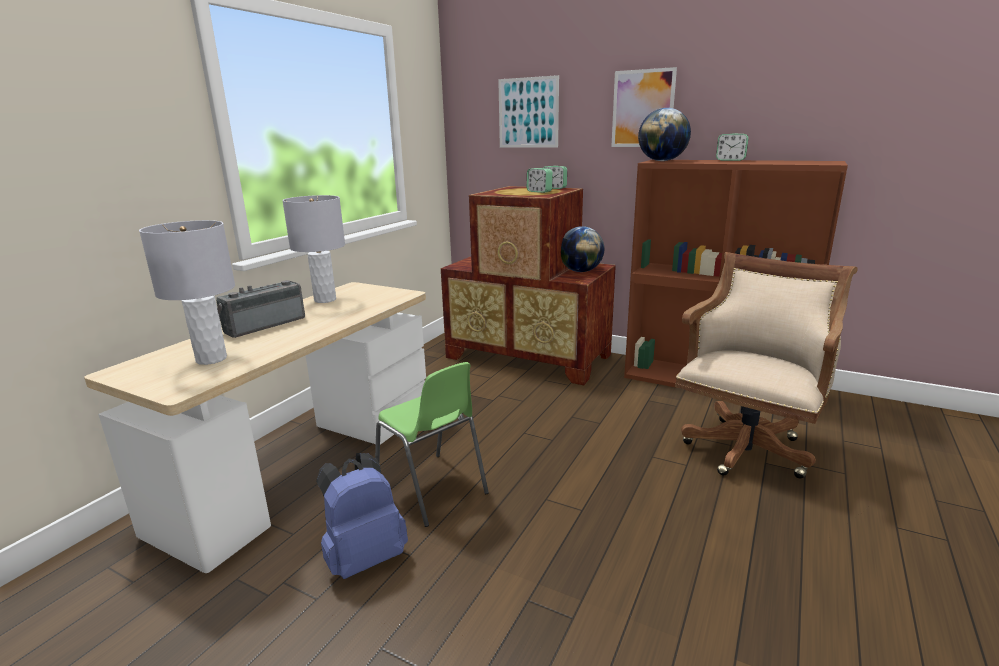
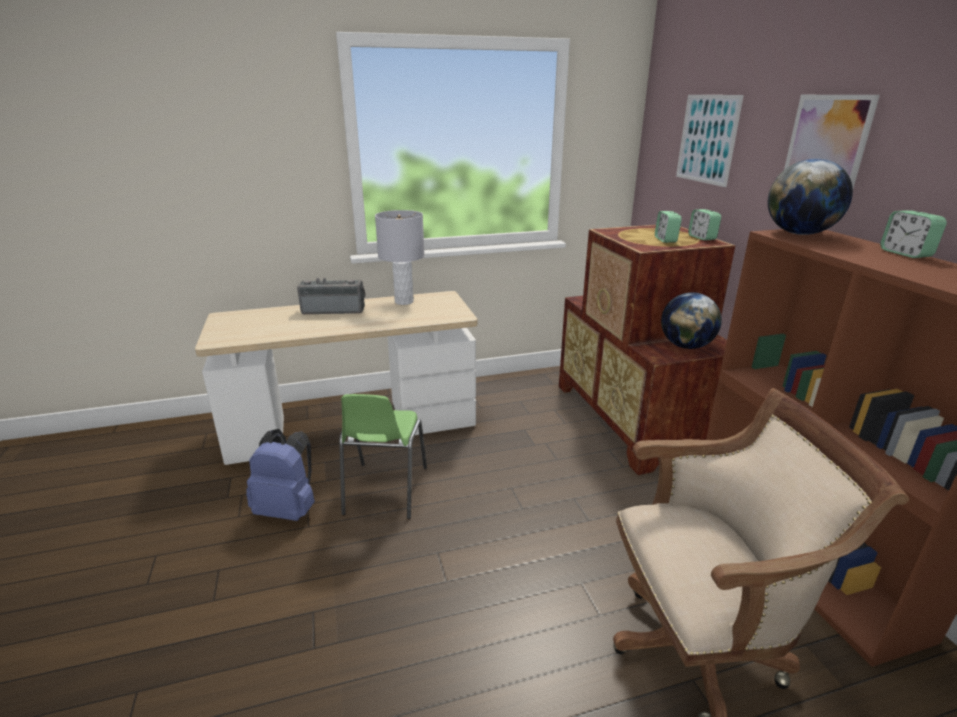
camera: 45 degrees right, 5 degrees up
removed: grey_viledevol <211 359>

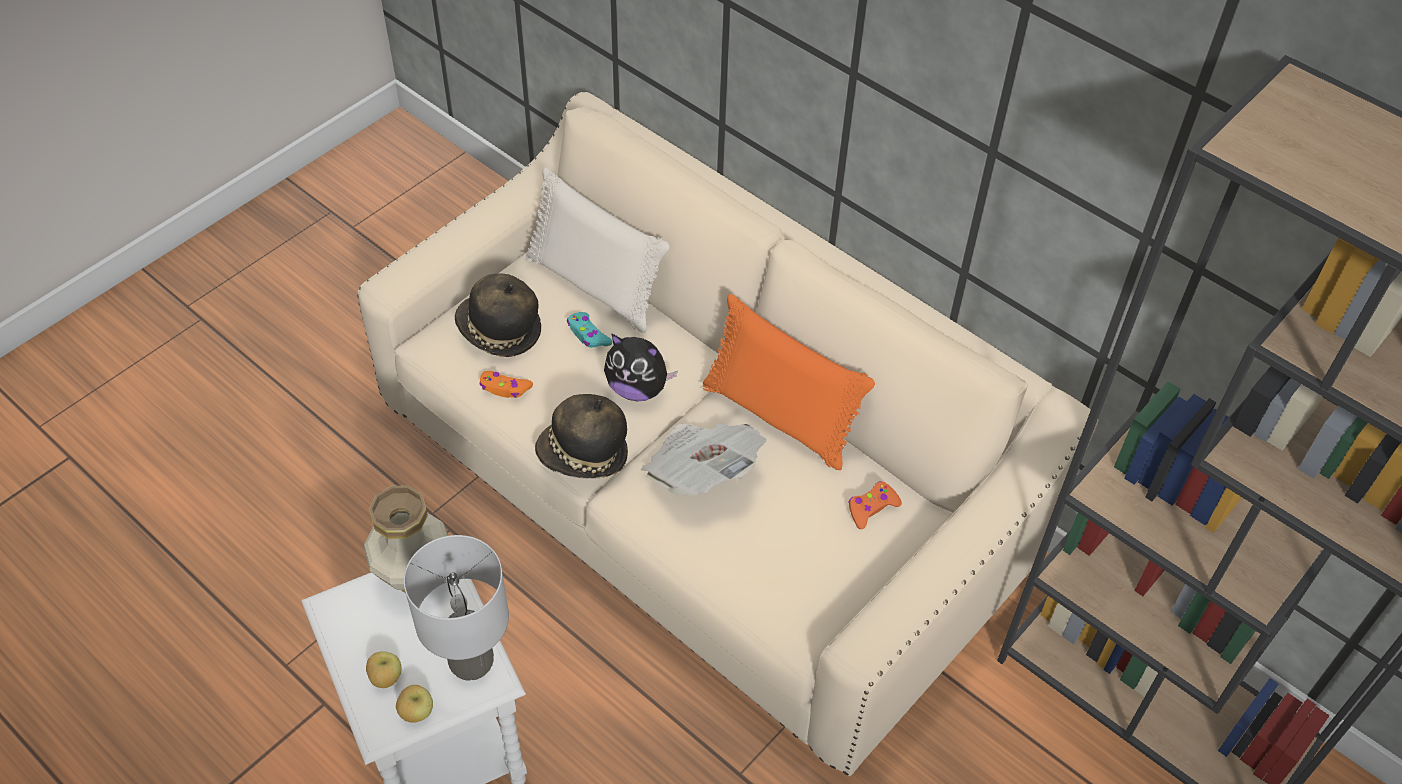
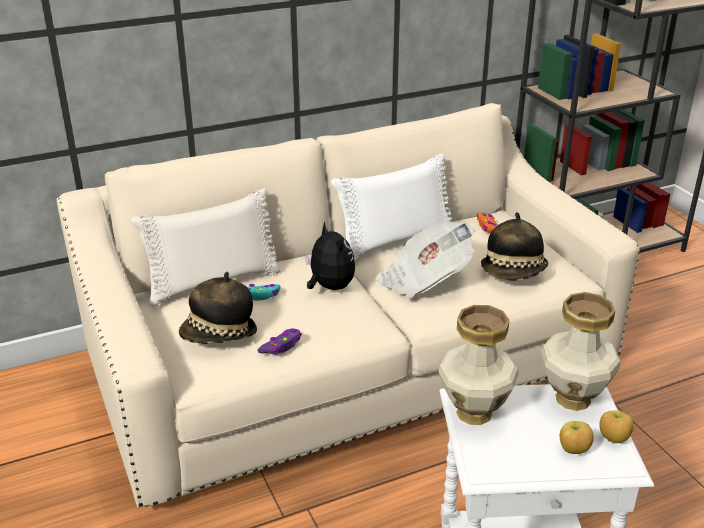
camera: 65 degrees left, 20 degrees down
moved: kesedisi <583 455> to <514 273>
replaced: white_viledevol <474 663> to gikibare <572 398>
recoloured: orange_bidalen <505 388> to purple_bidalen <281 346>; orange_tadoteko <780 416> to white_tadoteko <394 241>
turned: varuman <638 388> = <329 287> 75 degrees counterclockwise

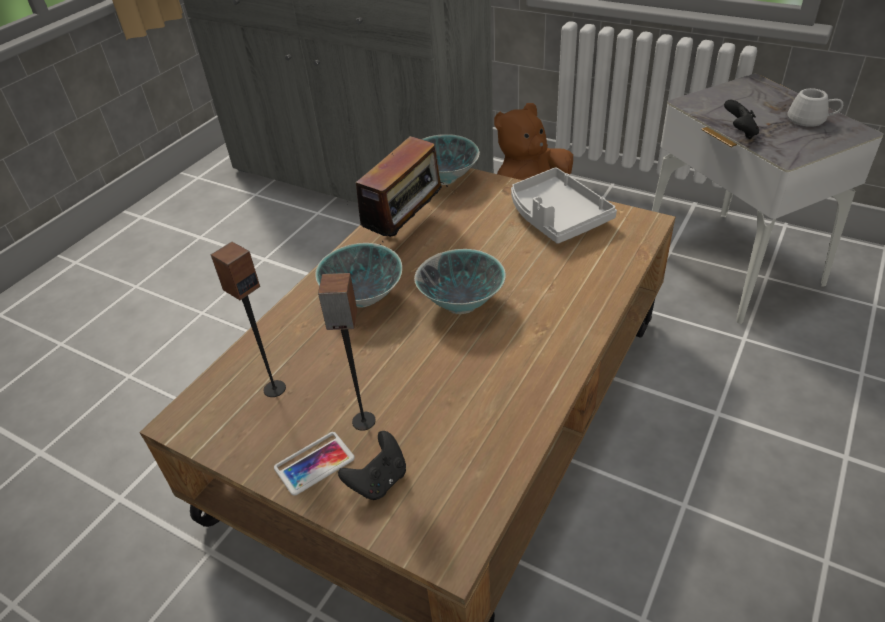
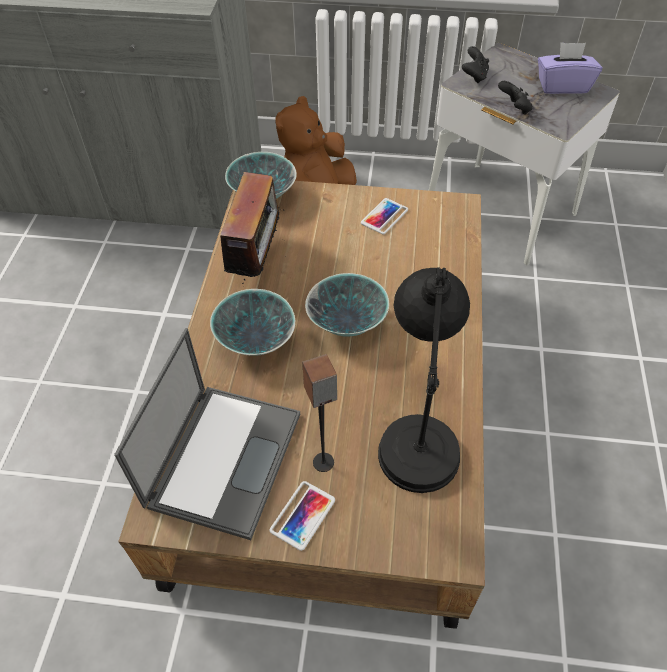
camera: 25 degrees left, 10 degrees up
added: black_viledevol <418 422>
moved: black_bidalen <379 480> to <474 76>
replaced: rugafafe <274 388> to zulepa <224 457>; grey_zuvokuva <556 217> to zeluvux <384 216>; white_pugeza <811 120> to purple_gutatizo <562 86>

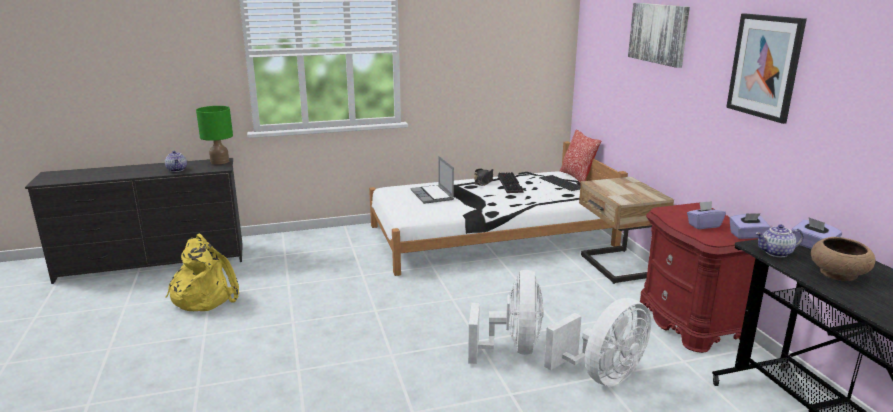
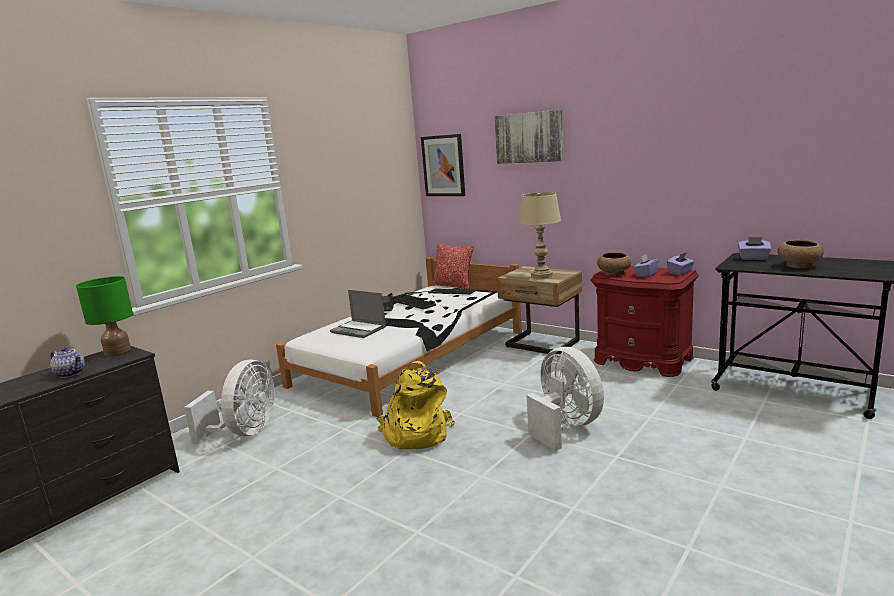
camera: 35 degrees left, 5 degrees down
removed: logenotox <776 253>
added: beige_viledevol <541 276>; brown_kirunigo <614 274>
moved: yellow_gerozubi <205 297> to <415 434>; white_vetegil <602 376> to <245 432>; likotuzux <765 66> to <443 166>

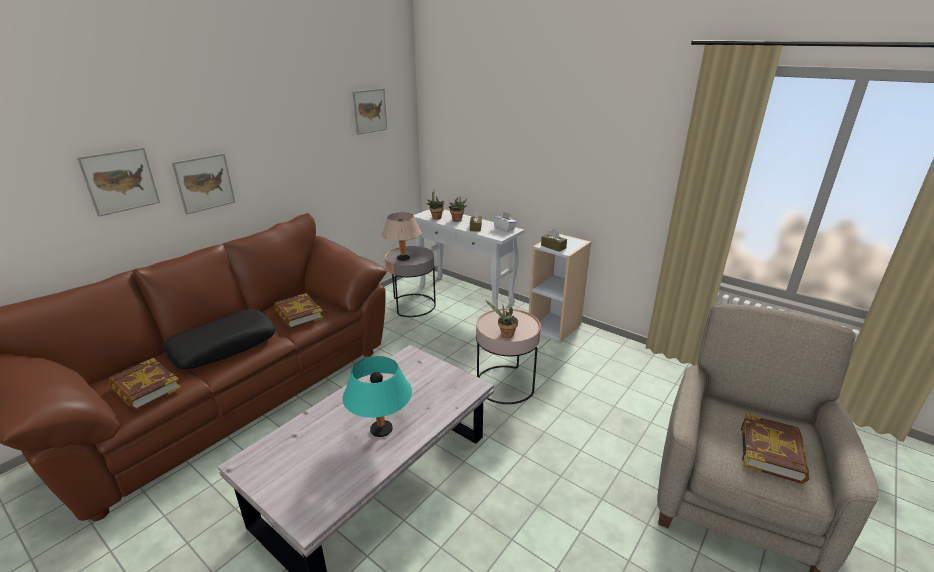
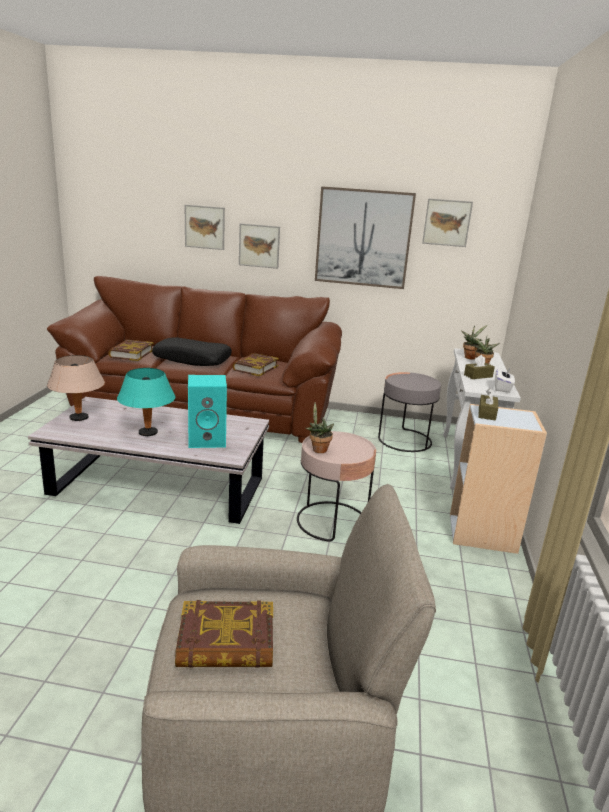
camera: 60 degrees right, 5 degrees down
added: turquoise_rugafafe <208 440>; likotuzux <363 238>
moved: beige_viledevol <403 258> to <79 418>

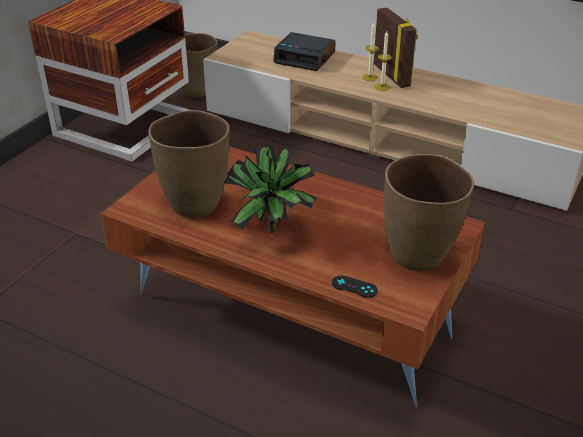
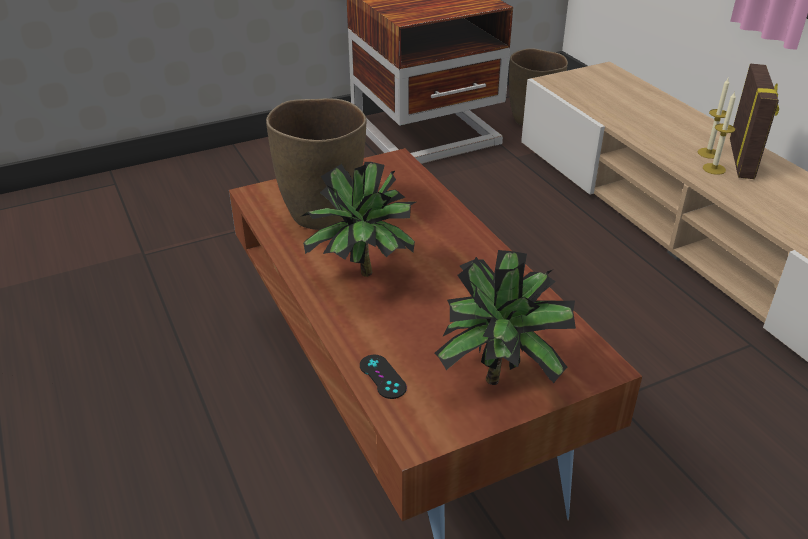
camera: 35 degrees right, 0 degrees up
removed: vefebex <305 58>
replaced: brown_gikibare <419 256> to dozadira <501 378>

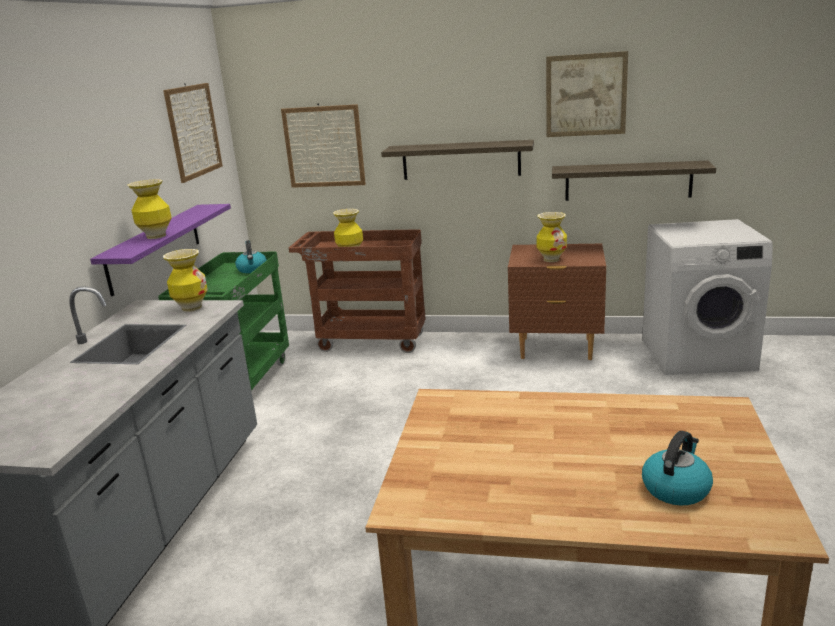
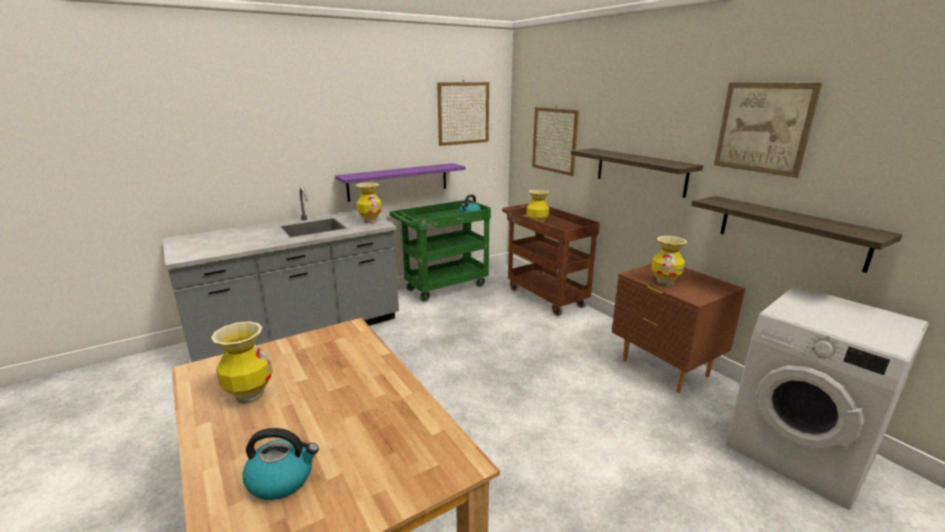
camera: 45 degrees right, 0 degrees up
moved: gikibare <156 236> to <250 396>

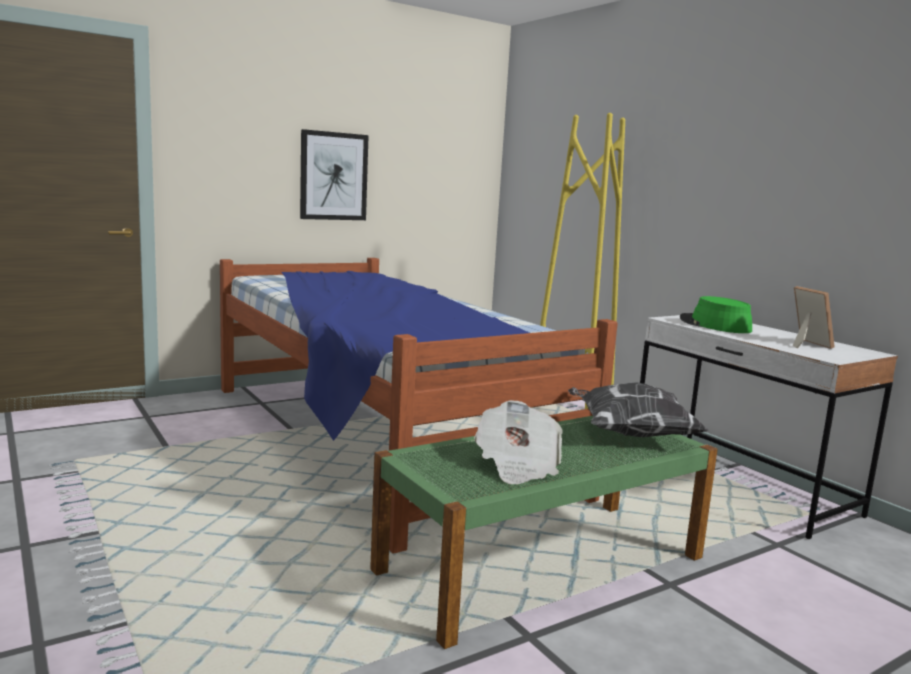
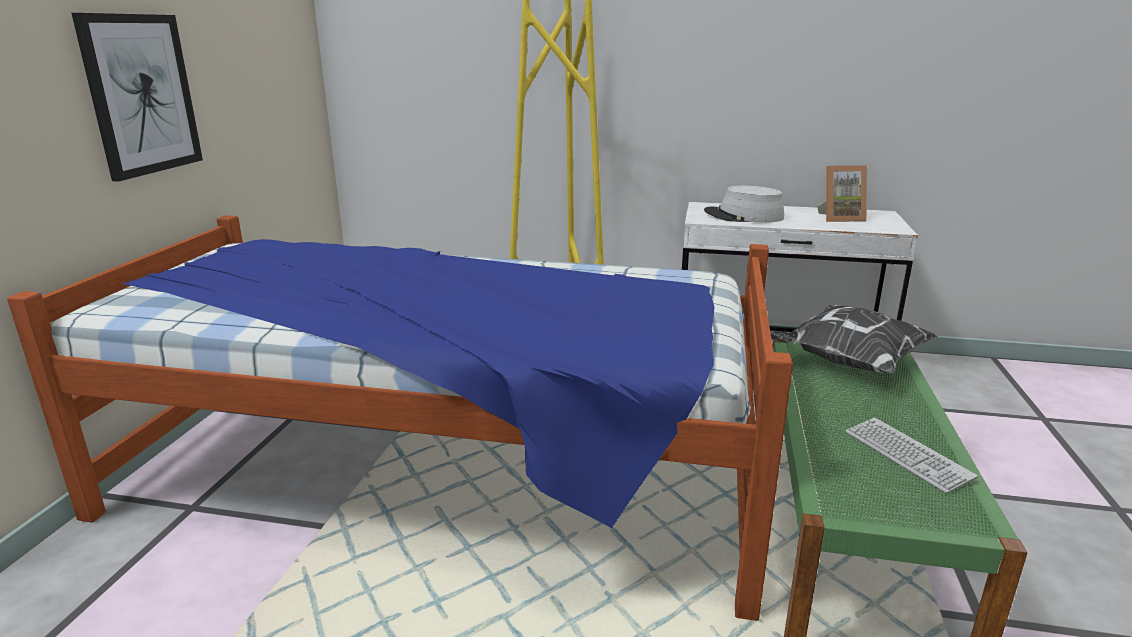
camera: 45 degrees left, 10 degrees up
replaced: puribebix <517 466> to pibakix <907 455>
recoloured: green_kesedisi <714 325> to grey_kesedisi <743 216>
turned: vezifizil <804 344> = <840 218> 150 degrees clockwise

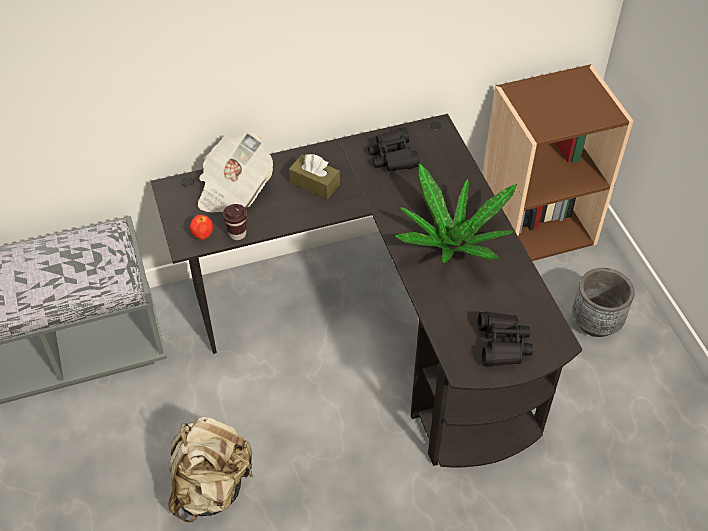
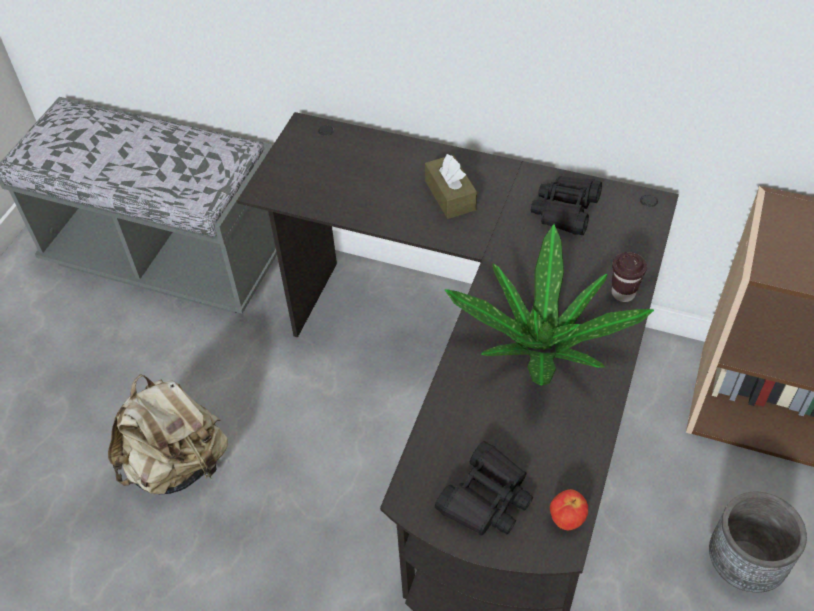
camera: 40 degrees right, 0 degrees up
removed: puribebix <233 190>
moved: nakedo <202 235> to <566 519>; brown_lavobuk <237 234> to <623 293>

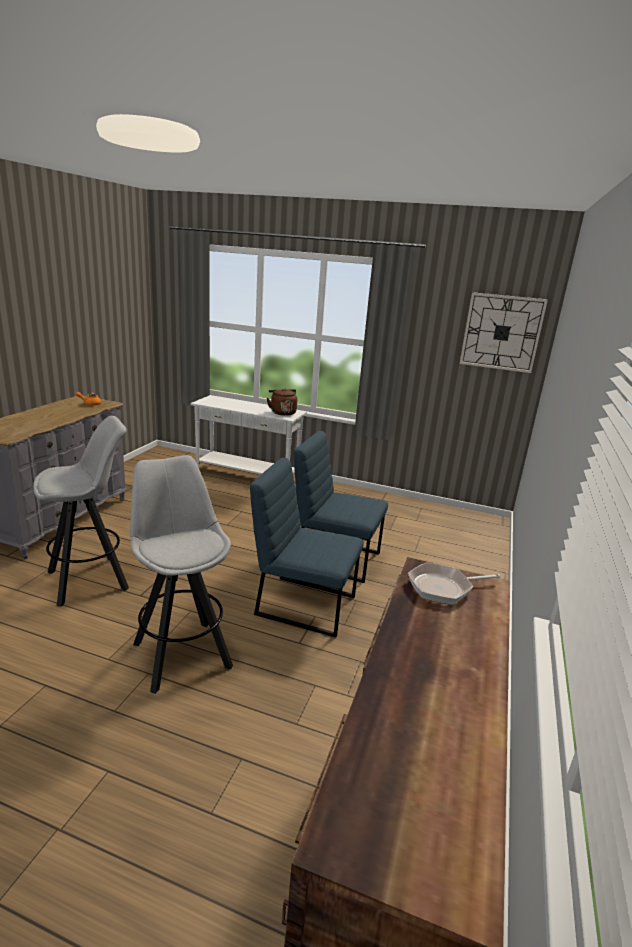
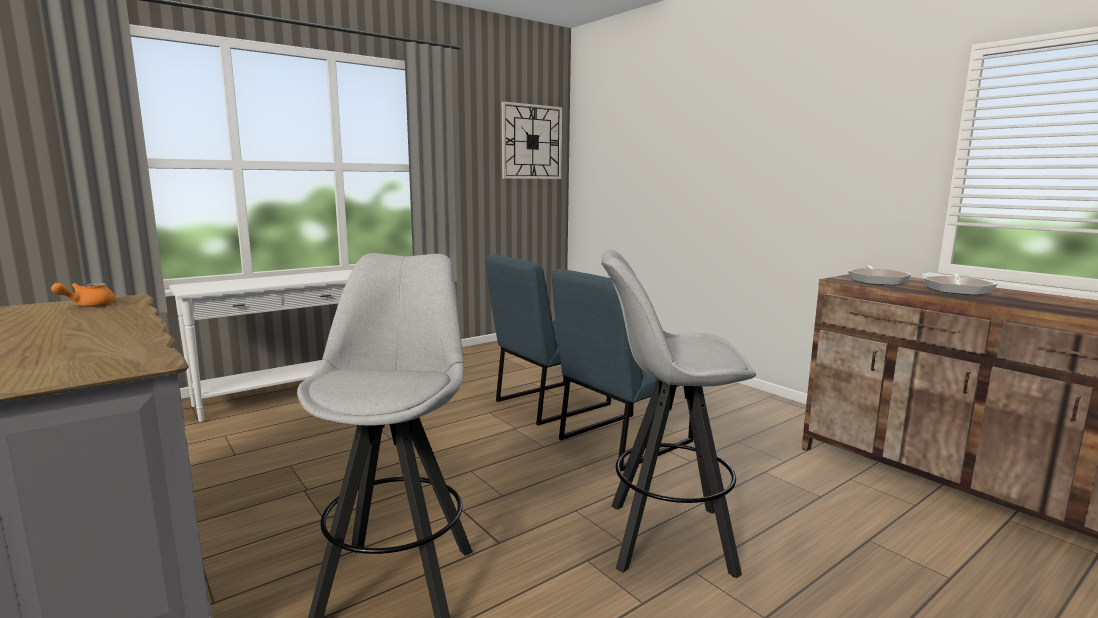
camera: 55 degrees left, 10 degrees down
removed: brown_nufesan <282 412>
added: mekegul <957 289>

